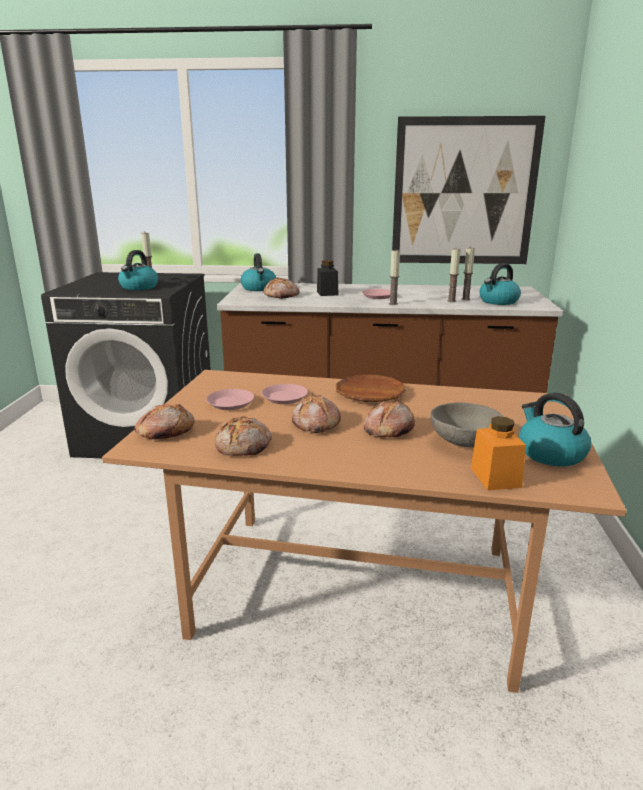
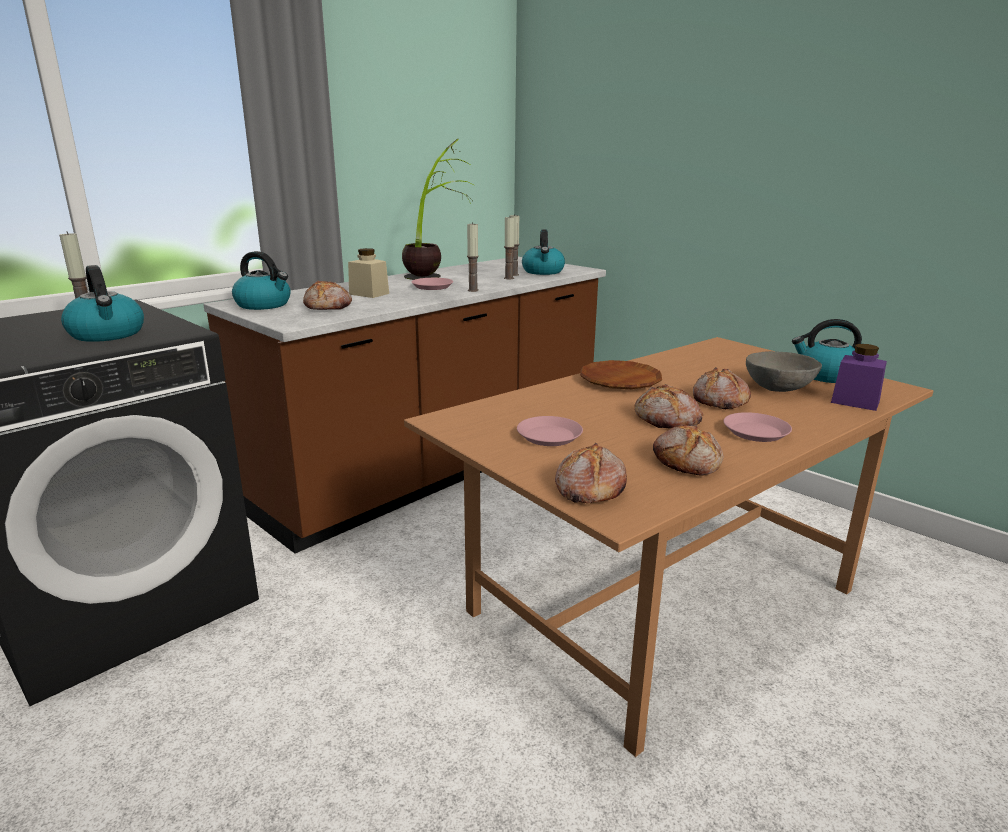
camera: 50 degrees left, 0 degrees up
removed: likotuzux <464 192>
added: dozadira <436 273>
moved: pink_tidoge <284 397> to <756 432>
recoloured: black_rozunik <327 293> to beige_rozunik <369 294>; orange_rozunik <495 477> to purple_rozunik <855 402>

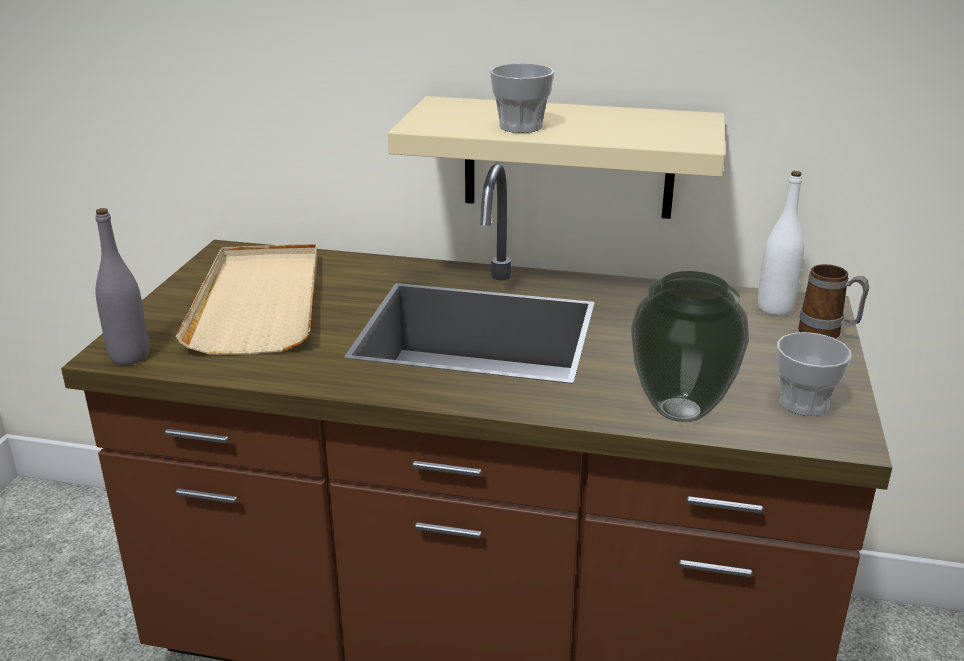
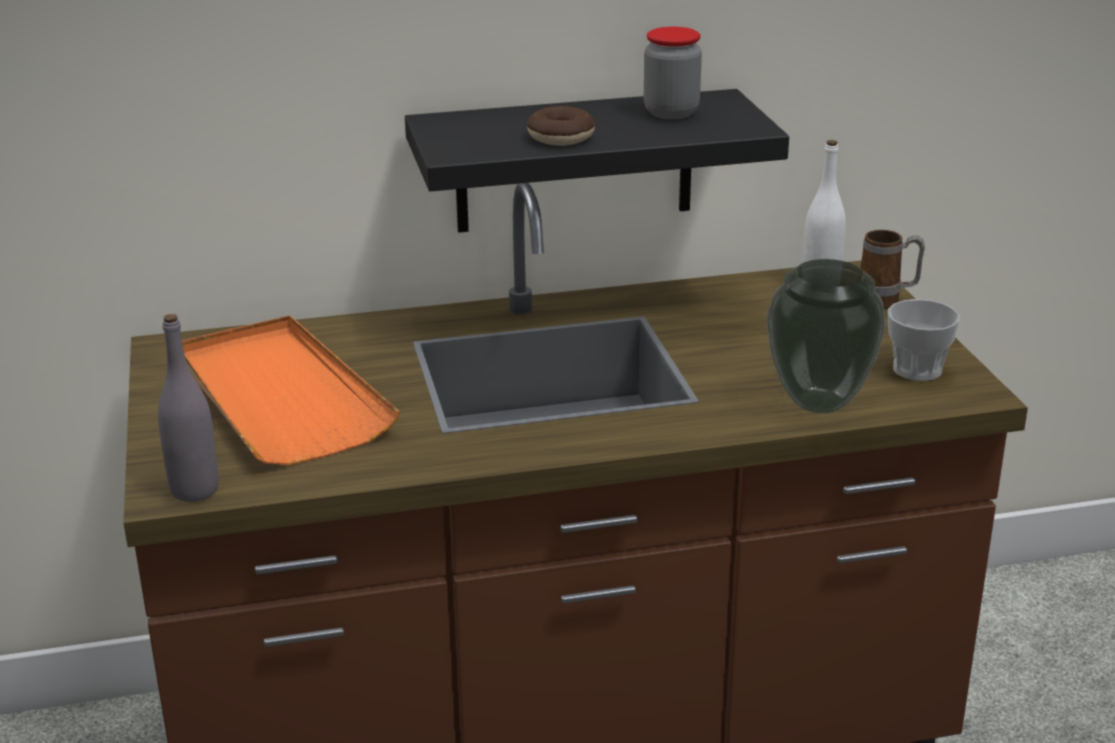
camera: 25 degrees left, 0 degrees up
added: rozunik <671 112>
replaced: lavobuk <520 126> to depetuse <560 137>
recoloured: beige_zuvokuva <259 302> to orange_zuvokuva <279 397>; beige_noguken <568 158> to black_noguken <574 161>

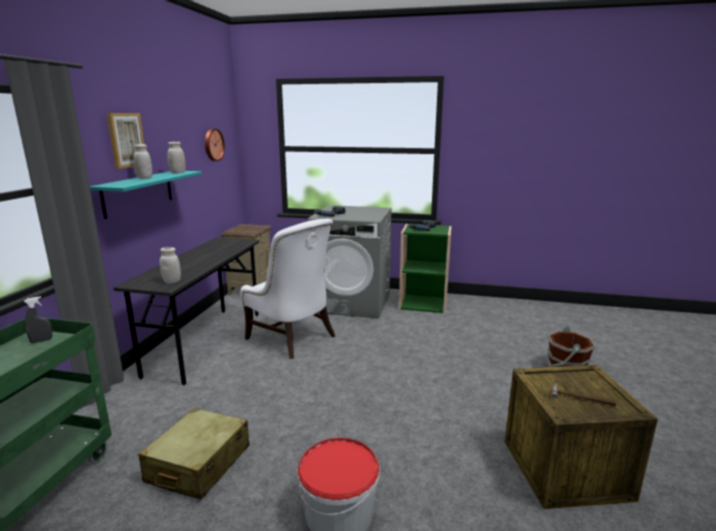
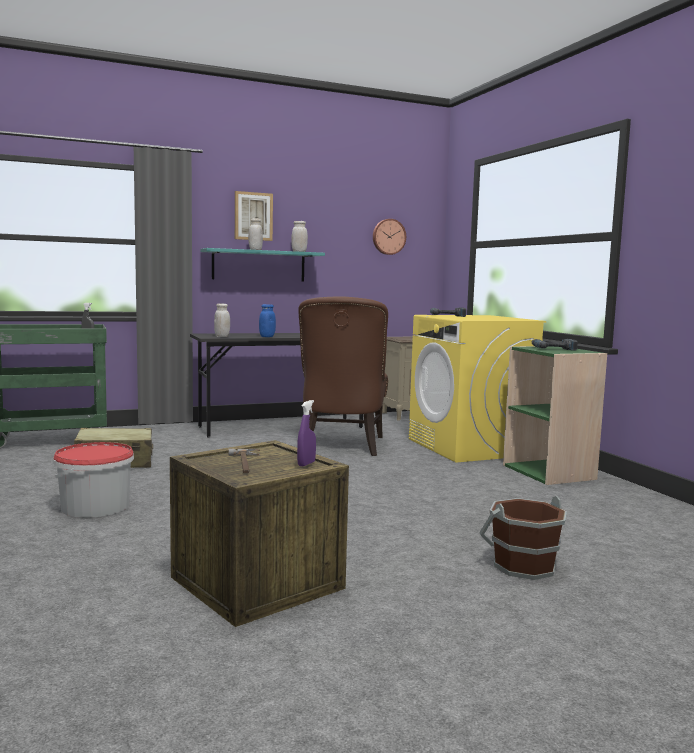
camera: 55 degrees right, 10 degrees down
added: blue_rozunik <267 336>; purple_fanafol <306 464>
recoloured: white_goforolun <292 337> to brown_goforolun <341 445>; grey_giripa <352 303> to yellow_giripa <470 447>

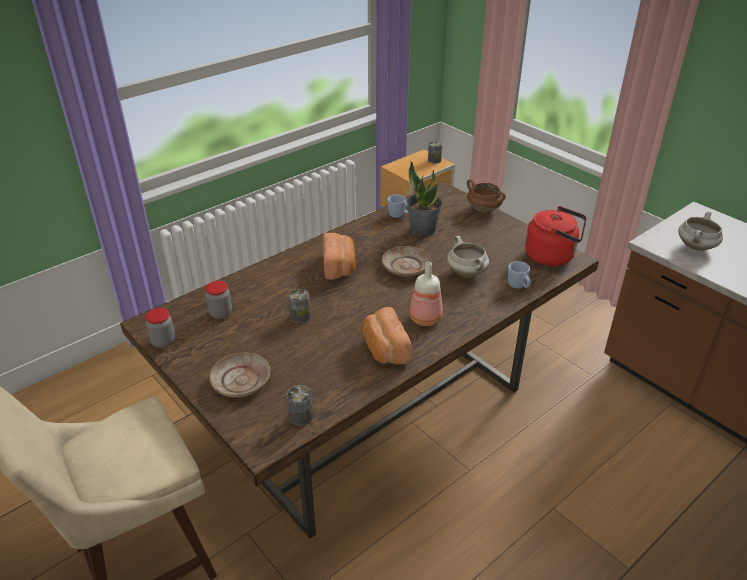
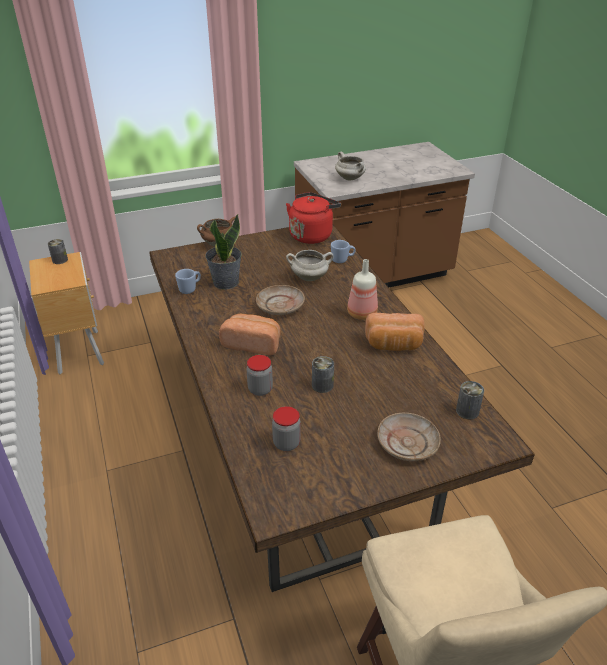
camera: 70 degrees left, 0 degrees up
moved: rozunik <163 342> to <260 389>

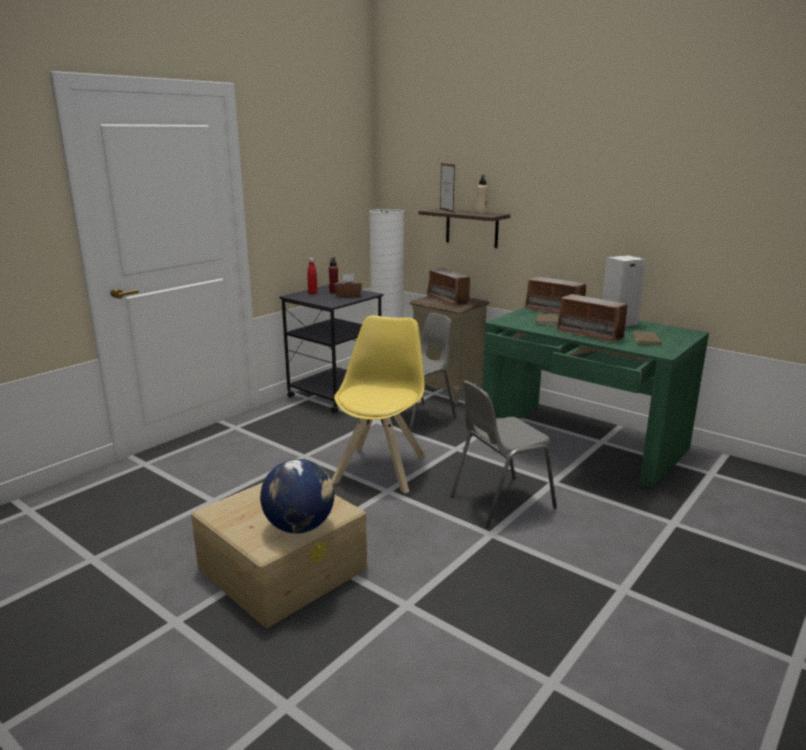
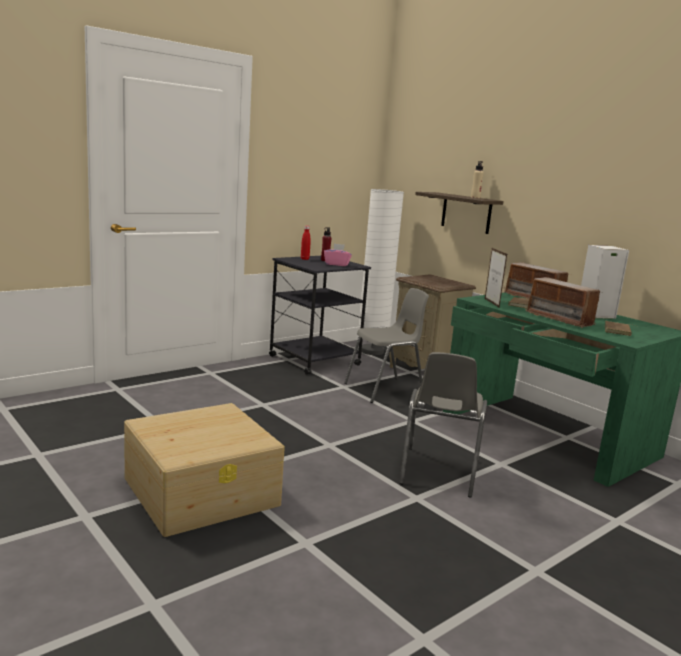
camera: 10 degrees right, 5 degrees down
removed: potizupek <300 527>; yellow_goforolun <381 467>; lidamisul <448 300>
moved: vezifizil <446 211> to <491 303>
recoloured: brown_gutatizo <348 295> to pink_gutatizo <337 264>
turned: grey_goforolun <500 501> = <438 472> 60 degrees counterclockwise

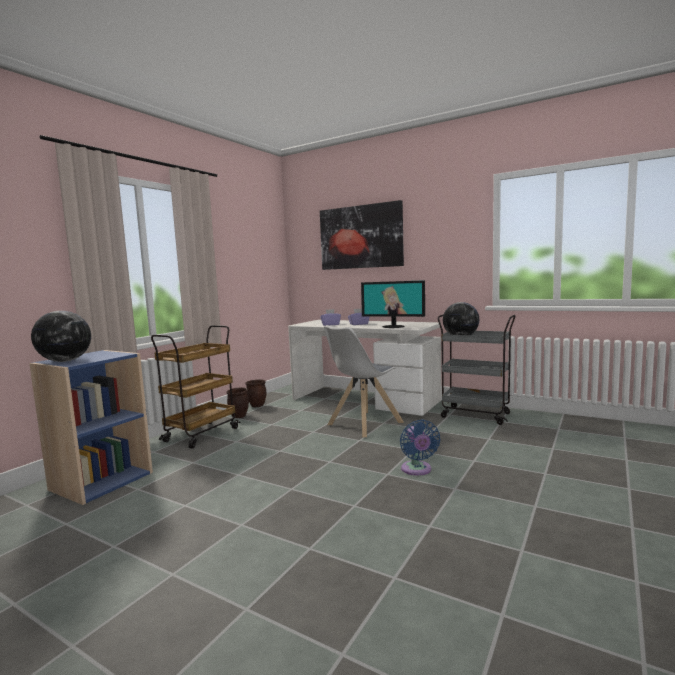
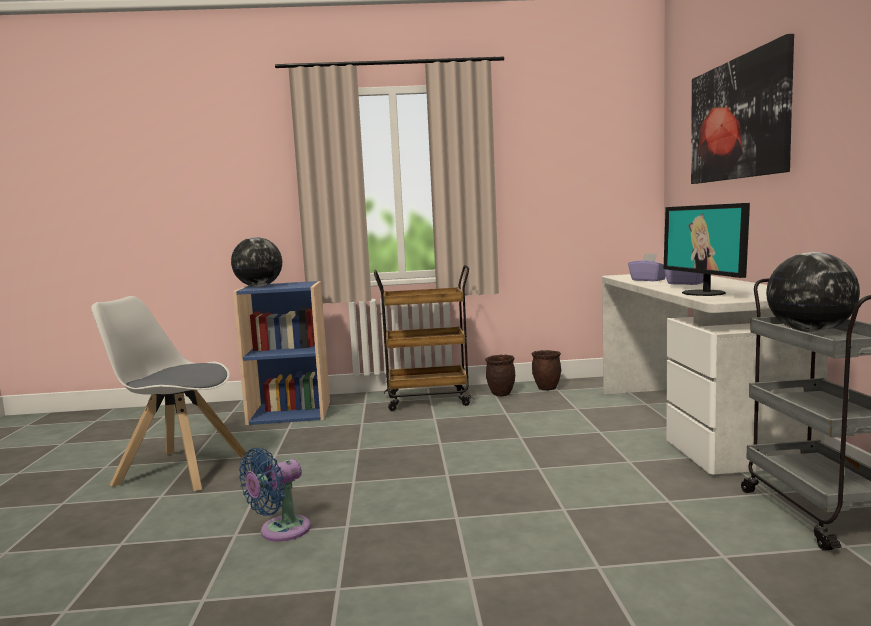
camera: 55 degrees right, 0 degrees up
moved: goforolun <363 424> to <179 470>; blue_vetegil <417 470> to <280 531>

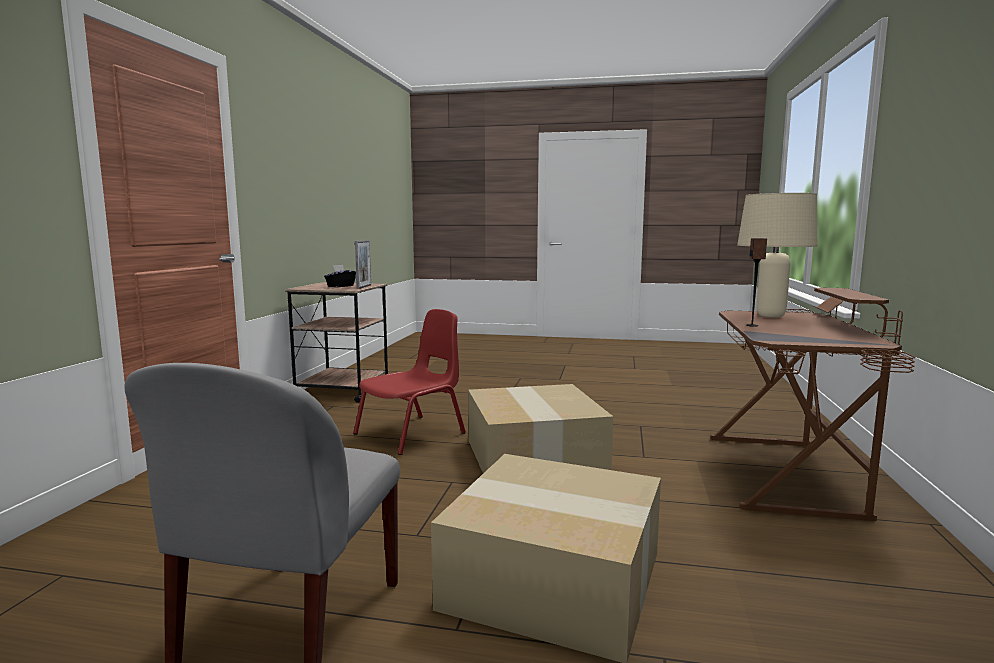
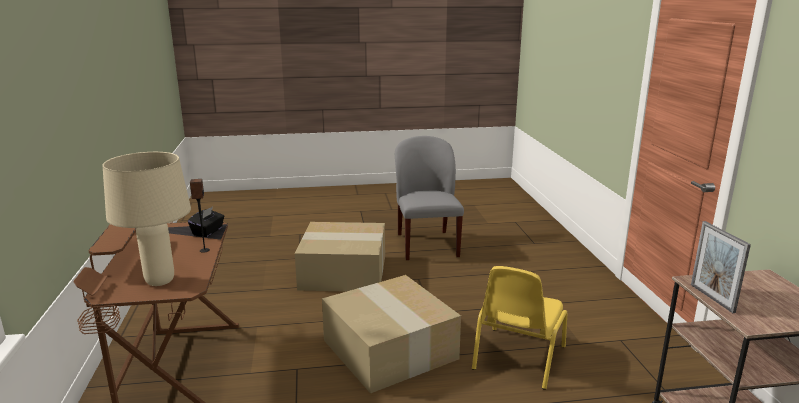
camera: 160 degrees right, 10 degrees up
moved: black_gutatizo <340 286> to <208 231>
recoloured: red_goforolun <412 434> to yellow_goforolun <517 358>

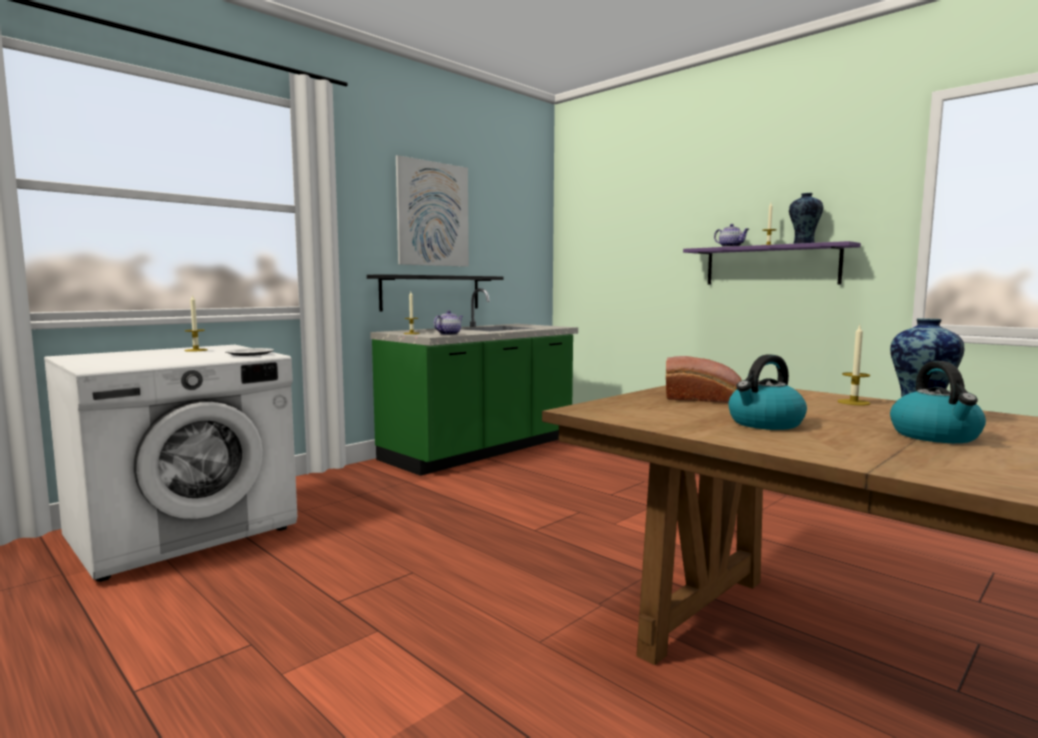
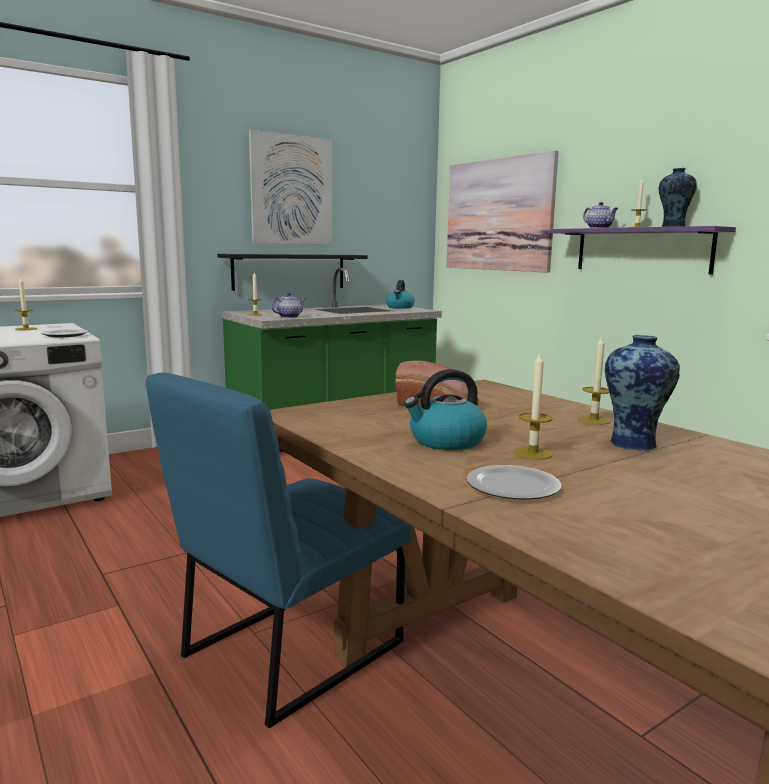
camera: 10 degrees right, 5 degrees up
added: blue_goforolun <287 651>; likotuzux <498 215>; tidoge <513 487>; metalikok <533 453>
moved: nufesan <936 436> to <400 307>

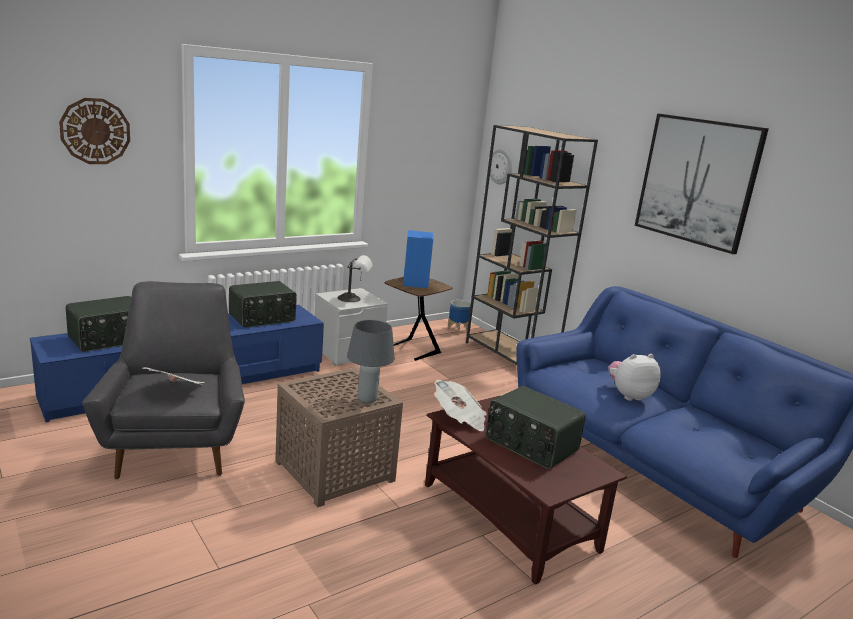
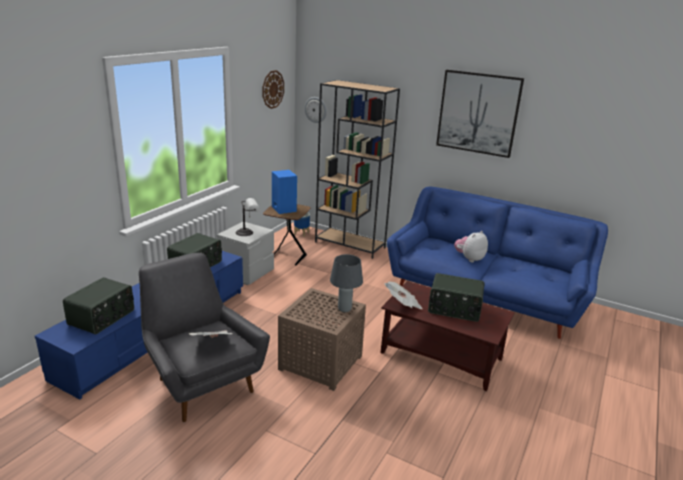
camera: 25 degrees left, 5 degrees up
moved: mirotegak <95 131> to <272 89>

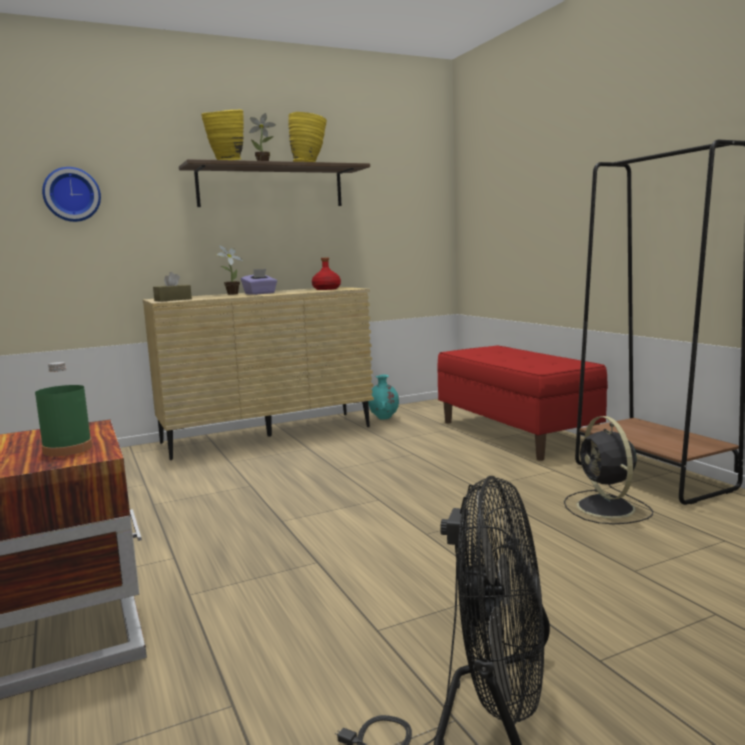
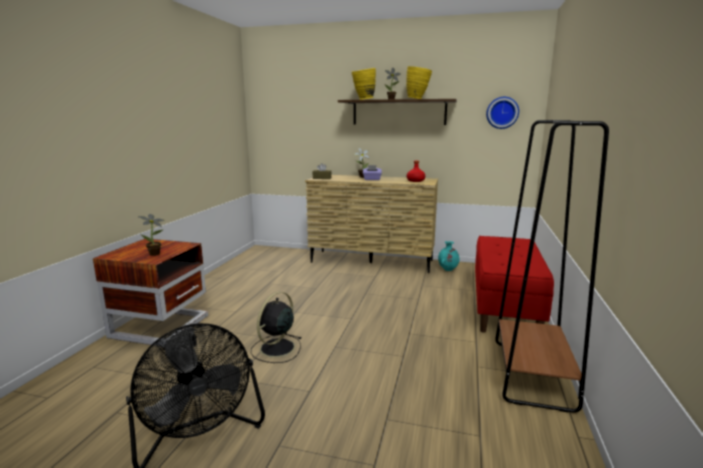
camera: 40 degrees right, 5 degrees up
moved: mirotegak <71 194> to <502 112>; black_vetegil <607 508> to <276 348>
replaced: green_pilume <67 449> to dozadira <156 254>

